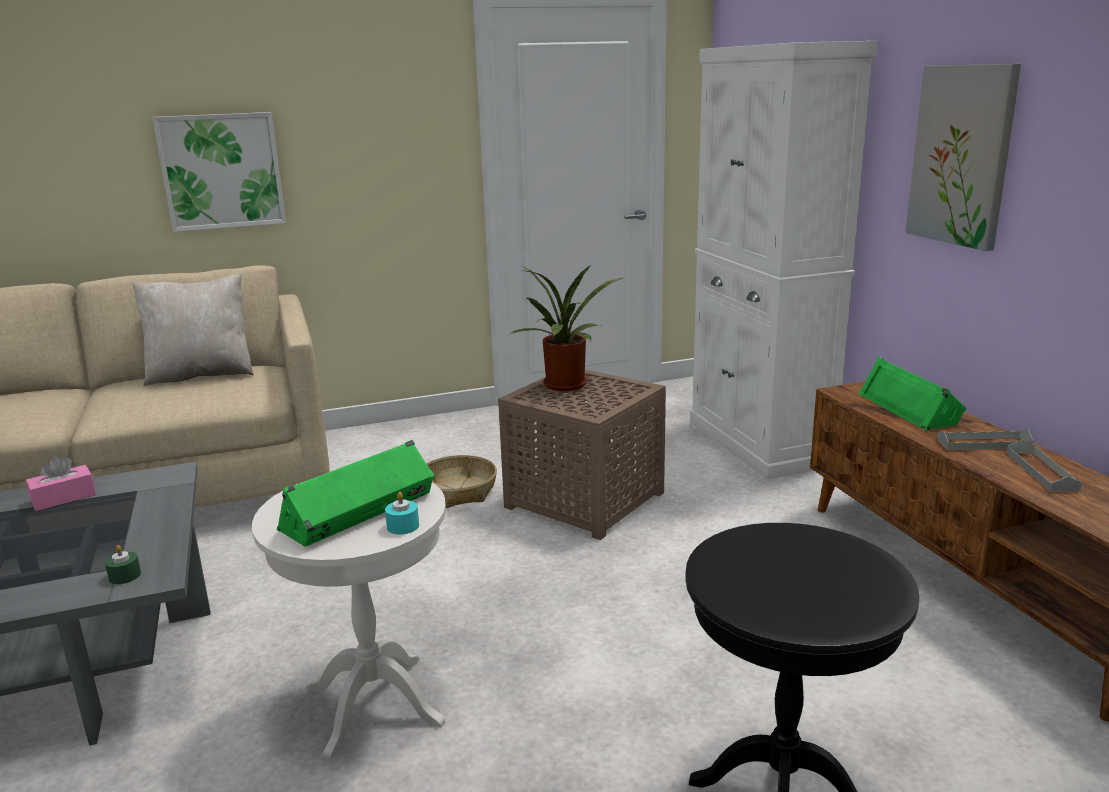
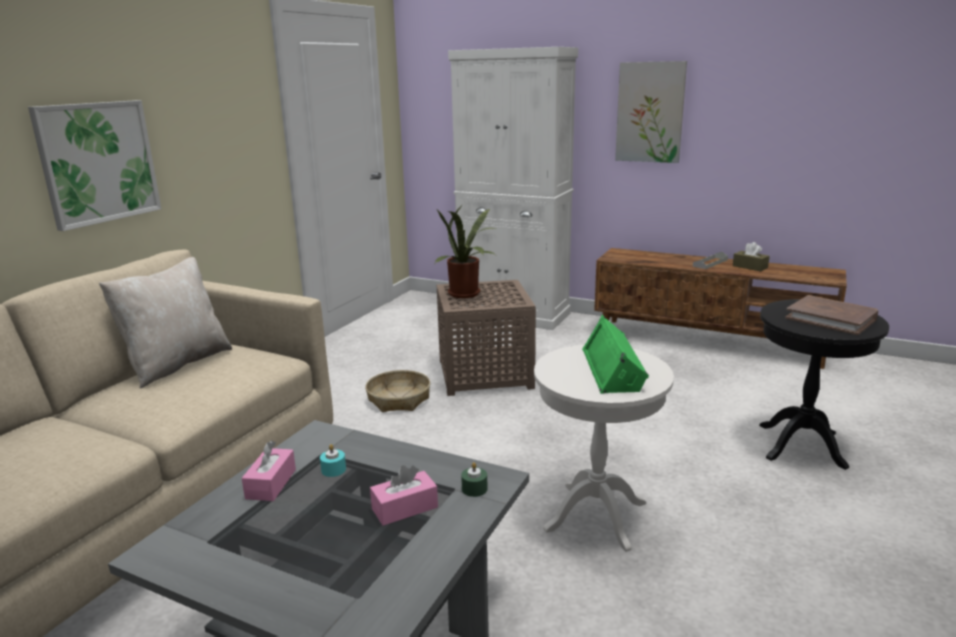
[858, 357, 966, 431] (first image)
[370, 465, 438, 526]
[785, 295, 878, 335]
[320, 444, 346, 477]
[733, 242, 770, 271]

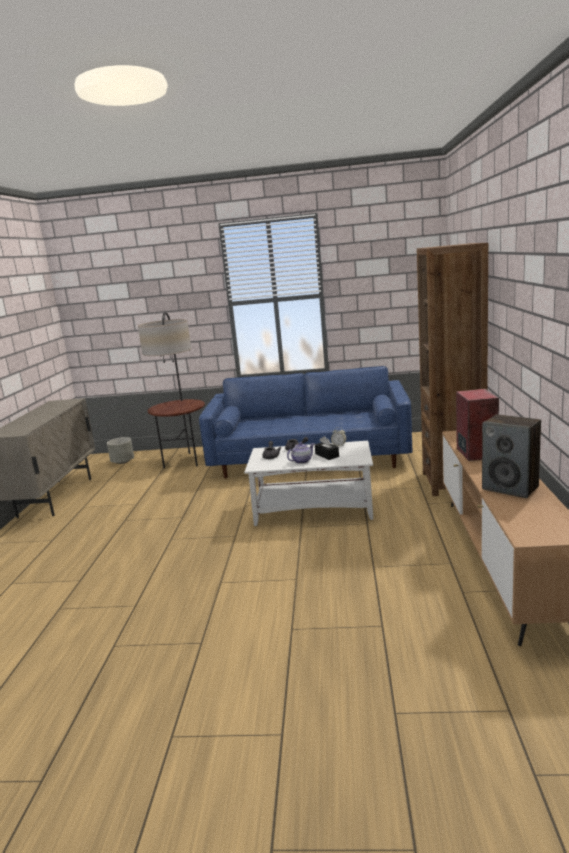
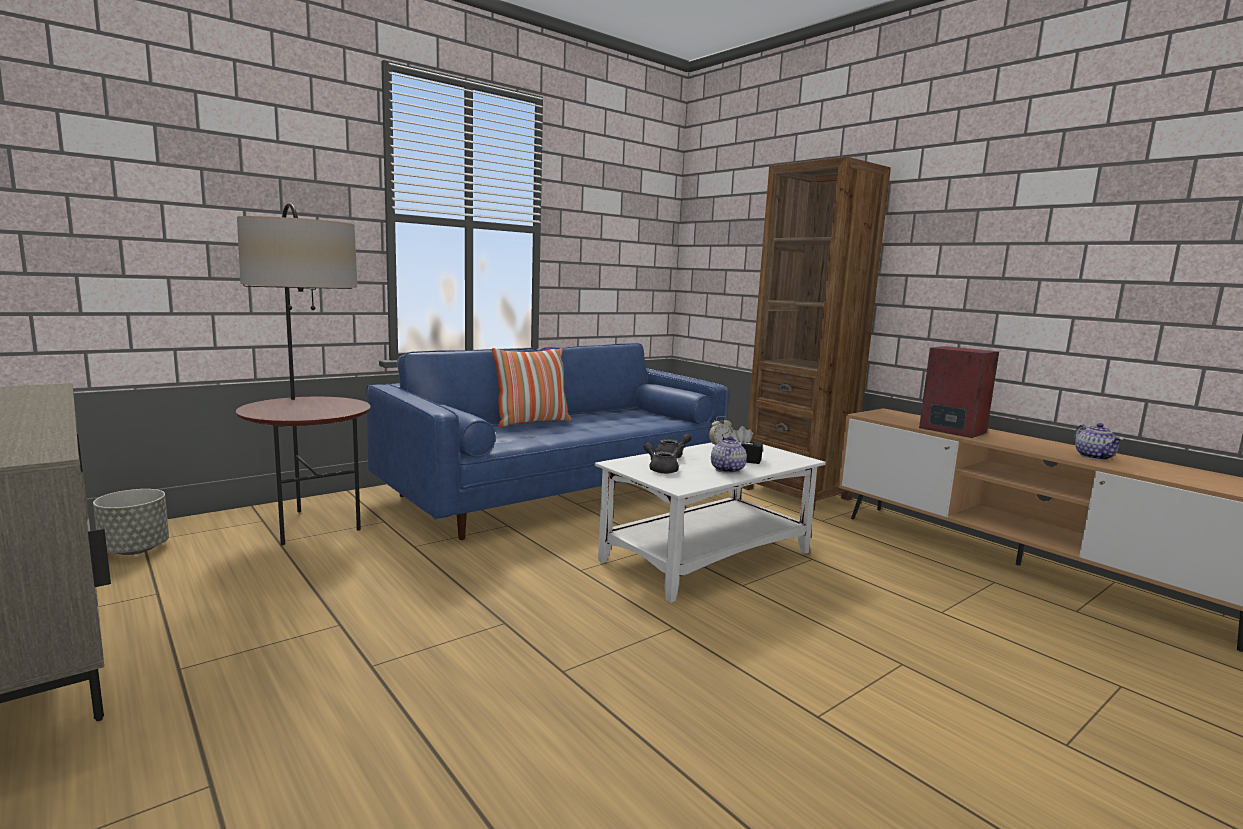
[492, 348, 571, 427]
[1075, 423, 1123, 460]

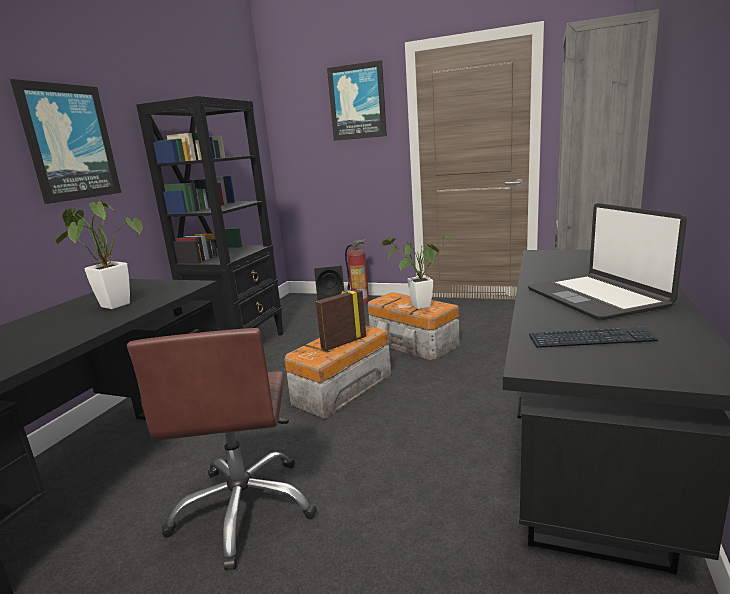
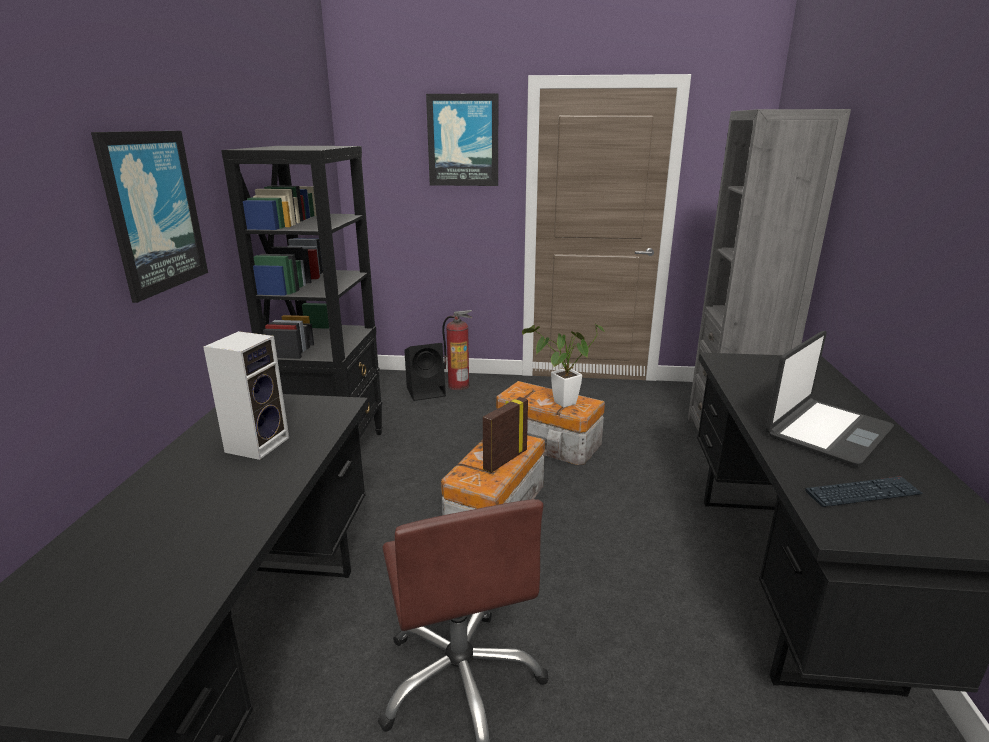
[203, 331, 289, 460]
[766, 331, 894, 466]

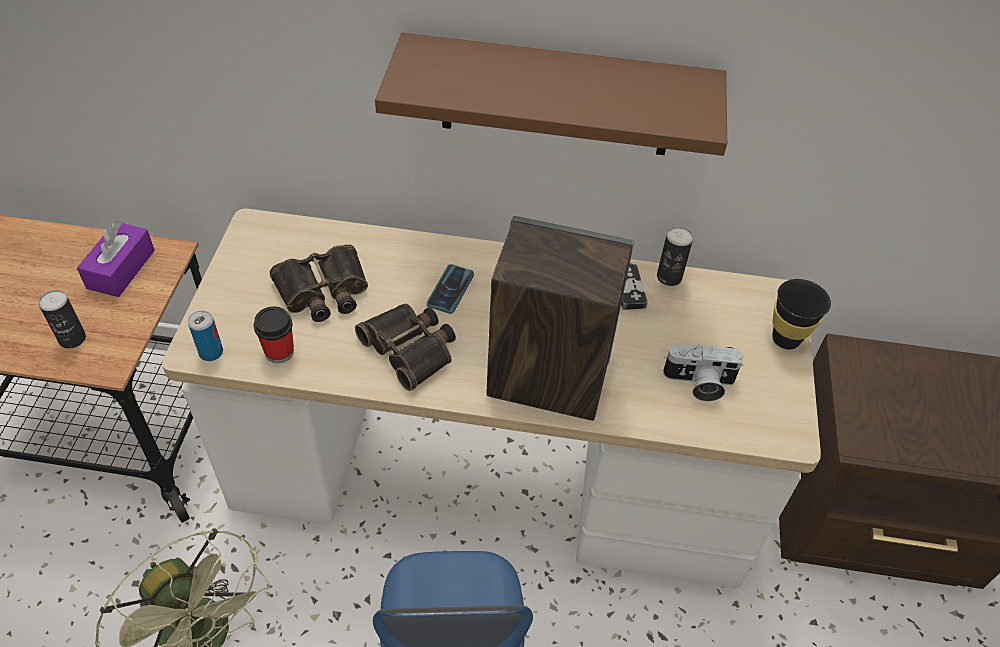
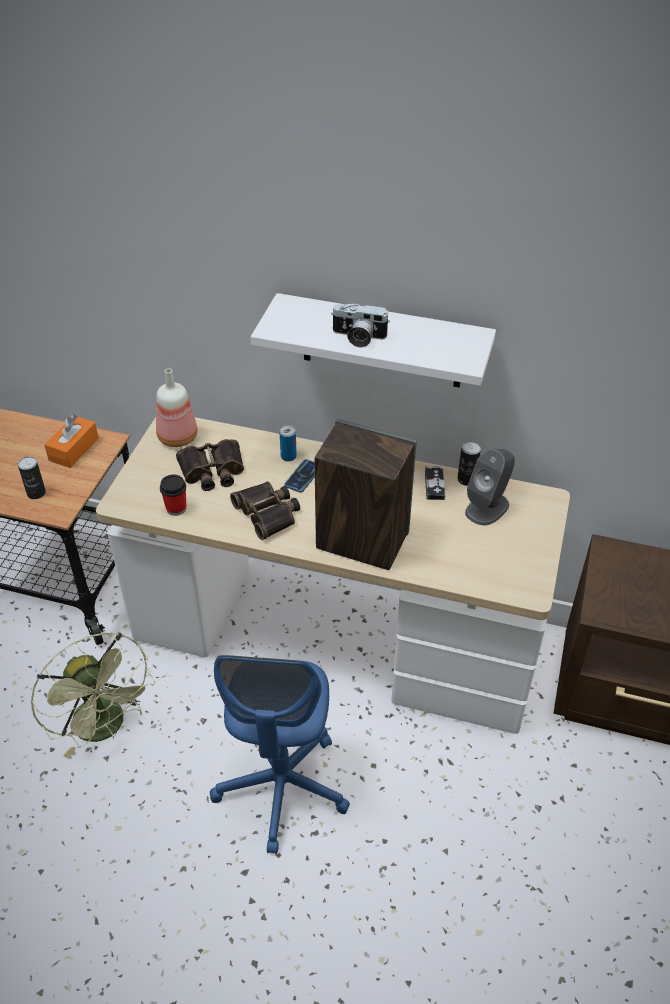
[772, 279, 831, 349] (first image)
[156, 368, 198, 447]
[465, 449, 515, 526]
[280, 426, 297, 461]
[331, 303, 390, 347]
[44, 414, 99, 468]
[251, 293, 496, 387]

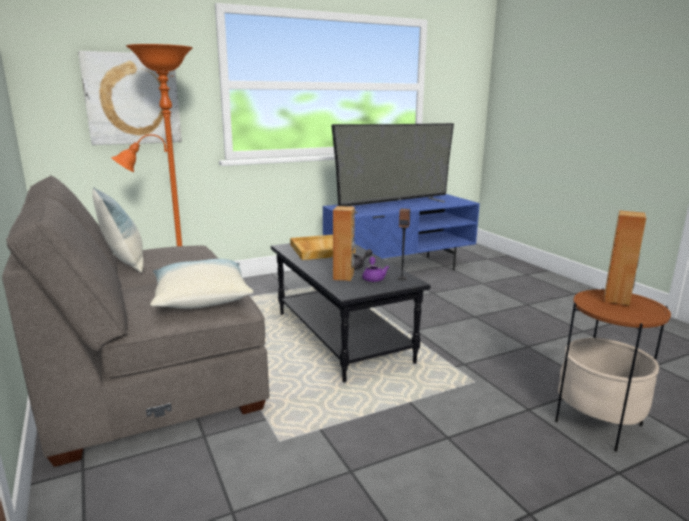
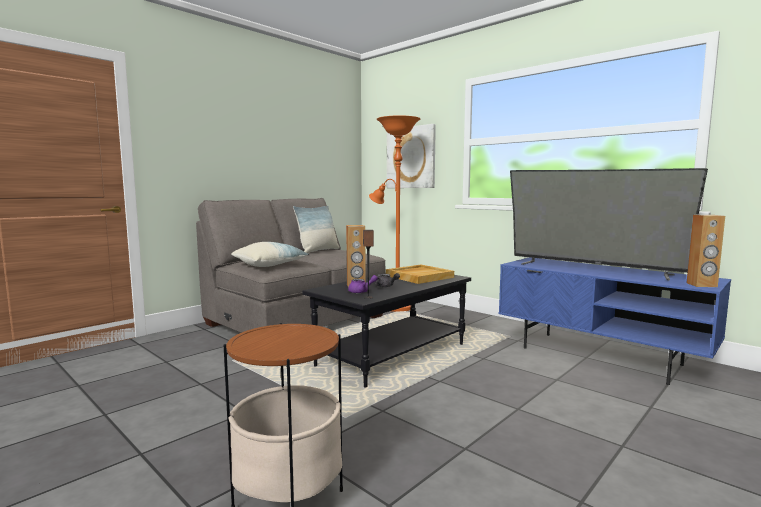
[687, 215, 725, 287]

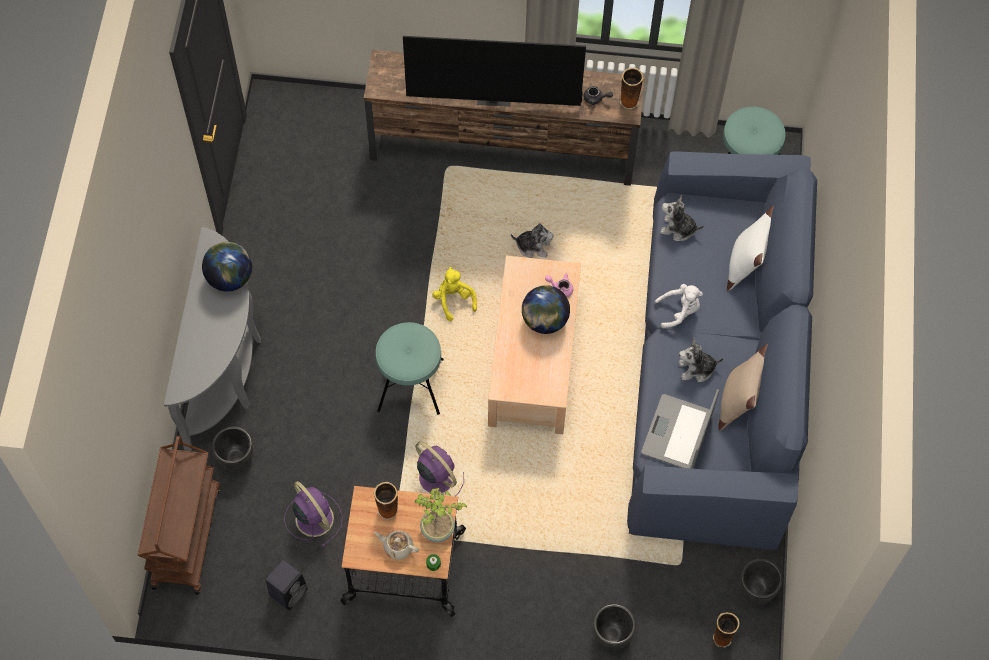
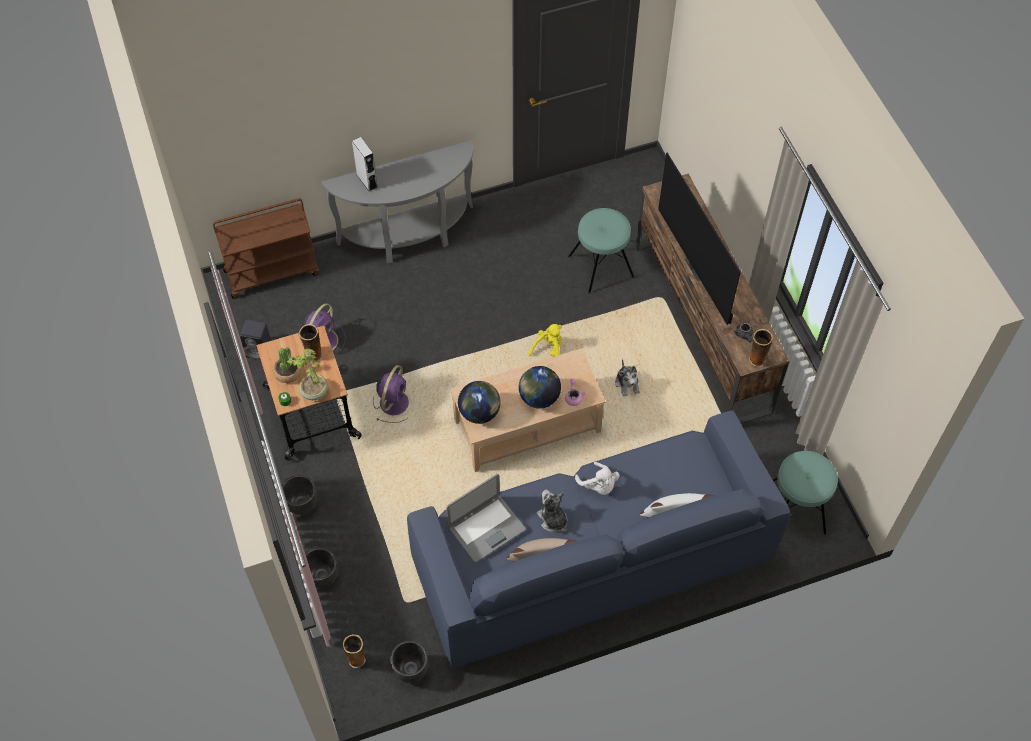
[660, 195, 704, 241] (first image)
[352, 137, 378, 192]
[458, 381, 501, 424]
[282, 475, 317, 515]
[568, 208, 634, 293]
[273, 347, 302, 383]
[446, 474, 525, 562]

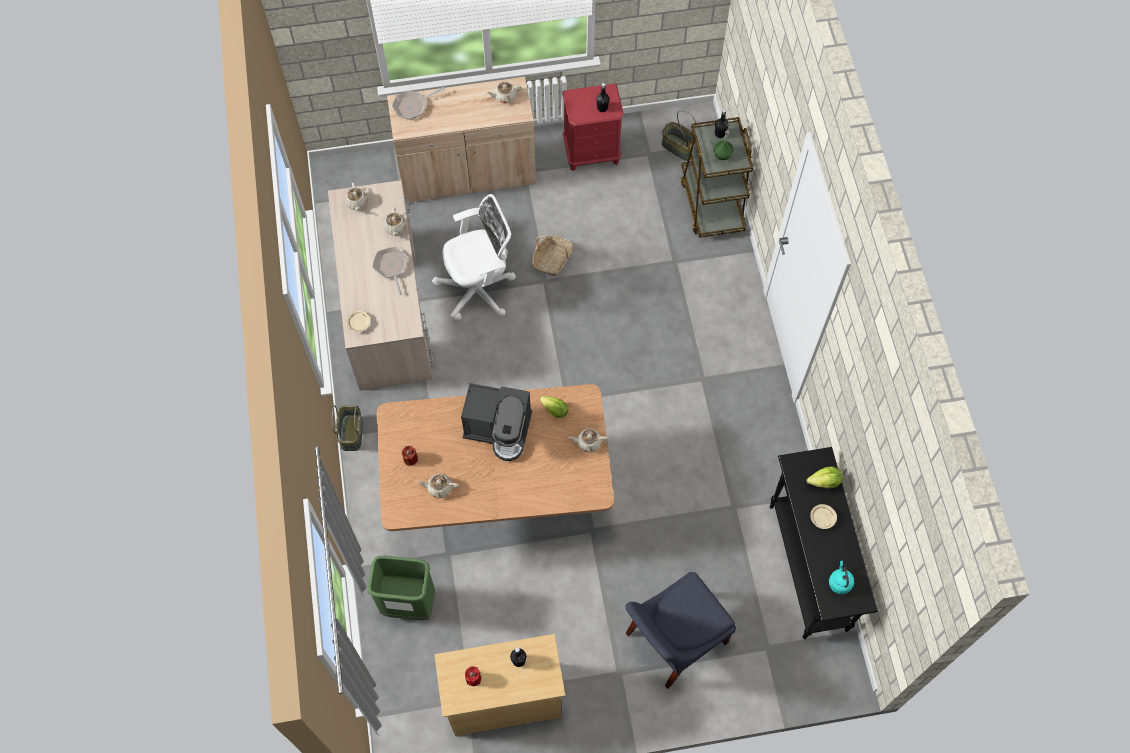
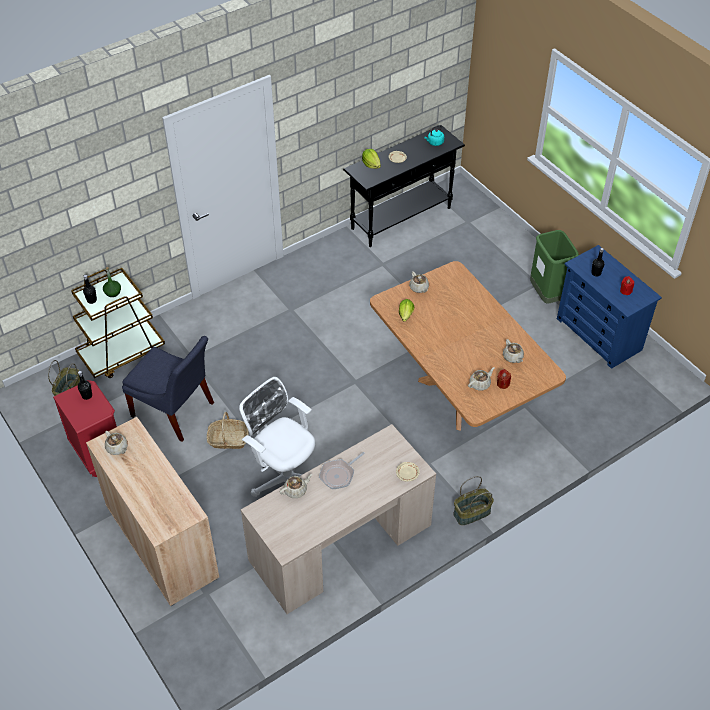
[392, 87, 446, 120] (first image)
[461, 383, 532, 461] (first image)
[468, 367, 495, 391]
[530, 230, 579, 303]
[122, 336, 214, 442]
[557, 245, 662, 369]

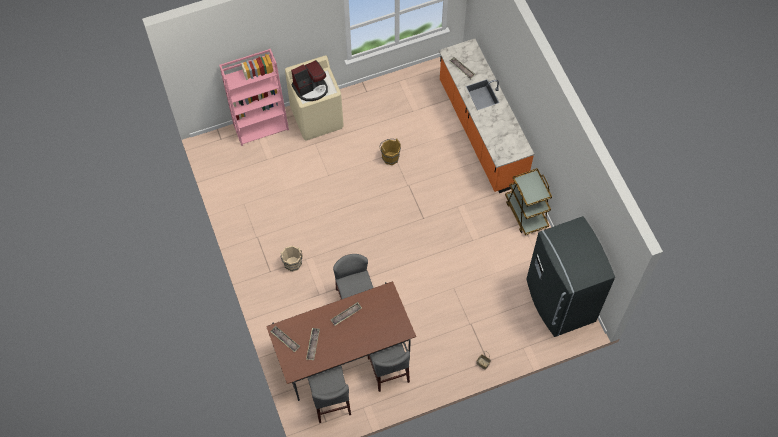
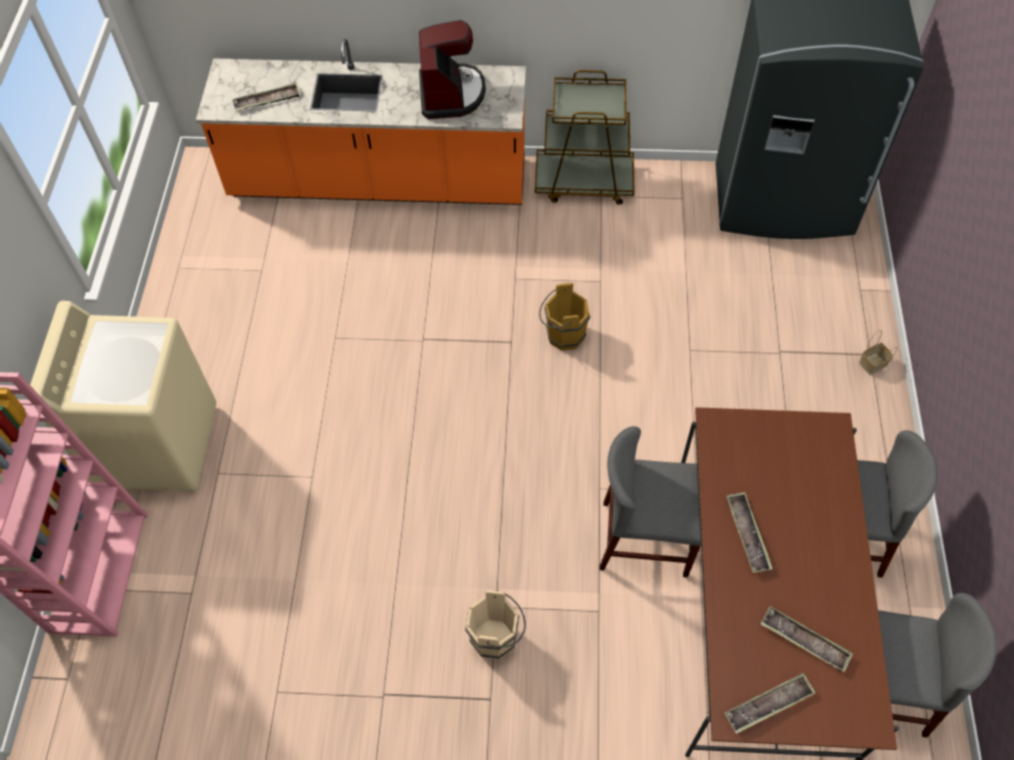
[419, 20, 486, 119]
[539, 283, 590, 351]

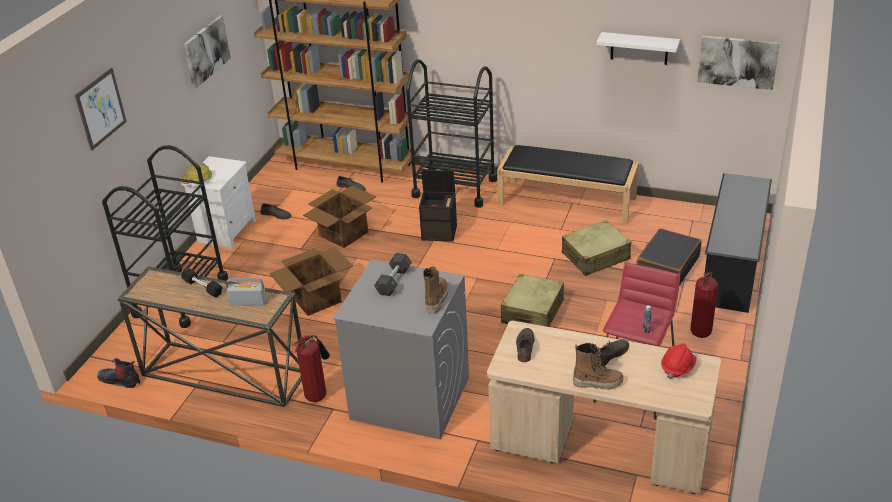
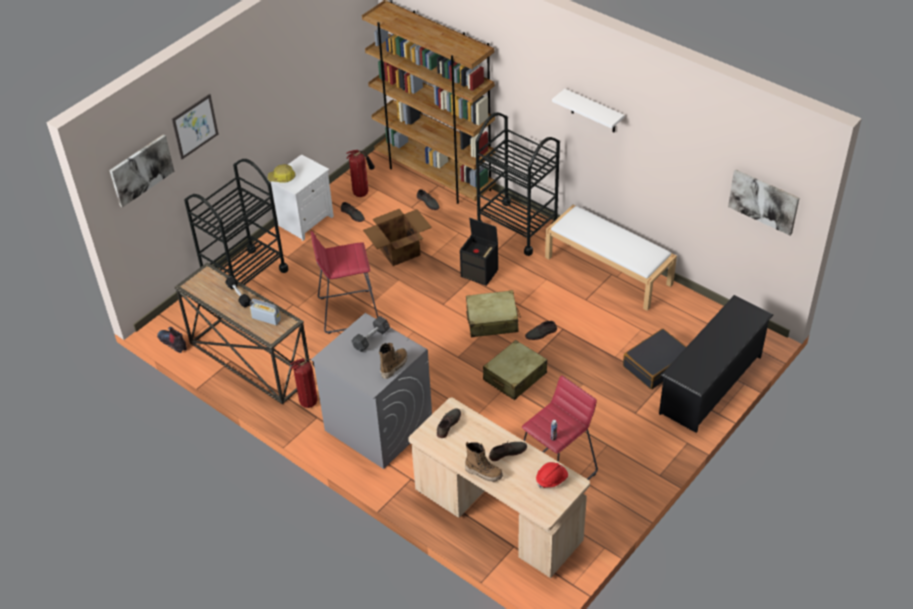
[525, 321, 557, 340]
[109, 134, 174, 207]
[466, 290, 521, 337]
[552, 89, 624, 133]
[347, 150, 375, 197]
[311, 231, 378, 334]
[545, 205, 677, 311]

